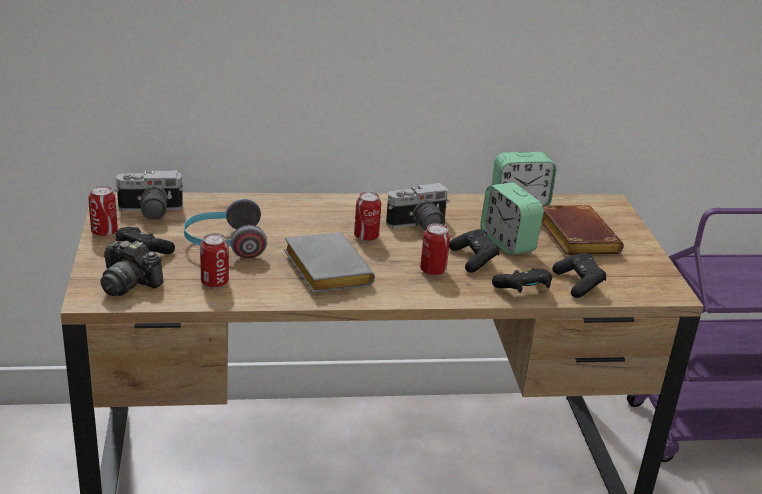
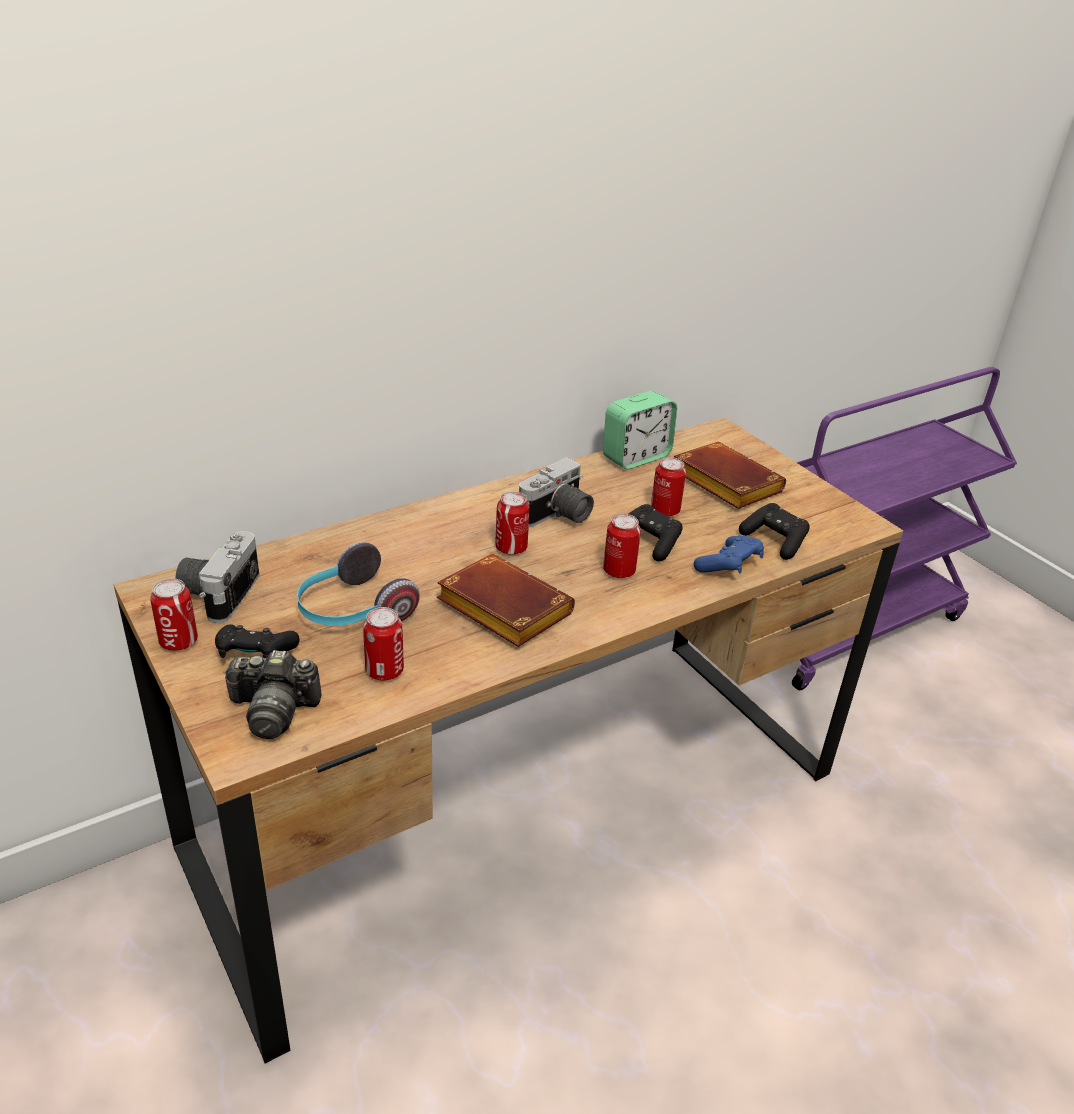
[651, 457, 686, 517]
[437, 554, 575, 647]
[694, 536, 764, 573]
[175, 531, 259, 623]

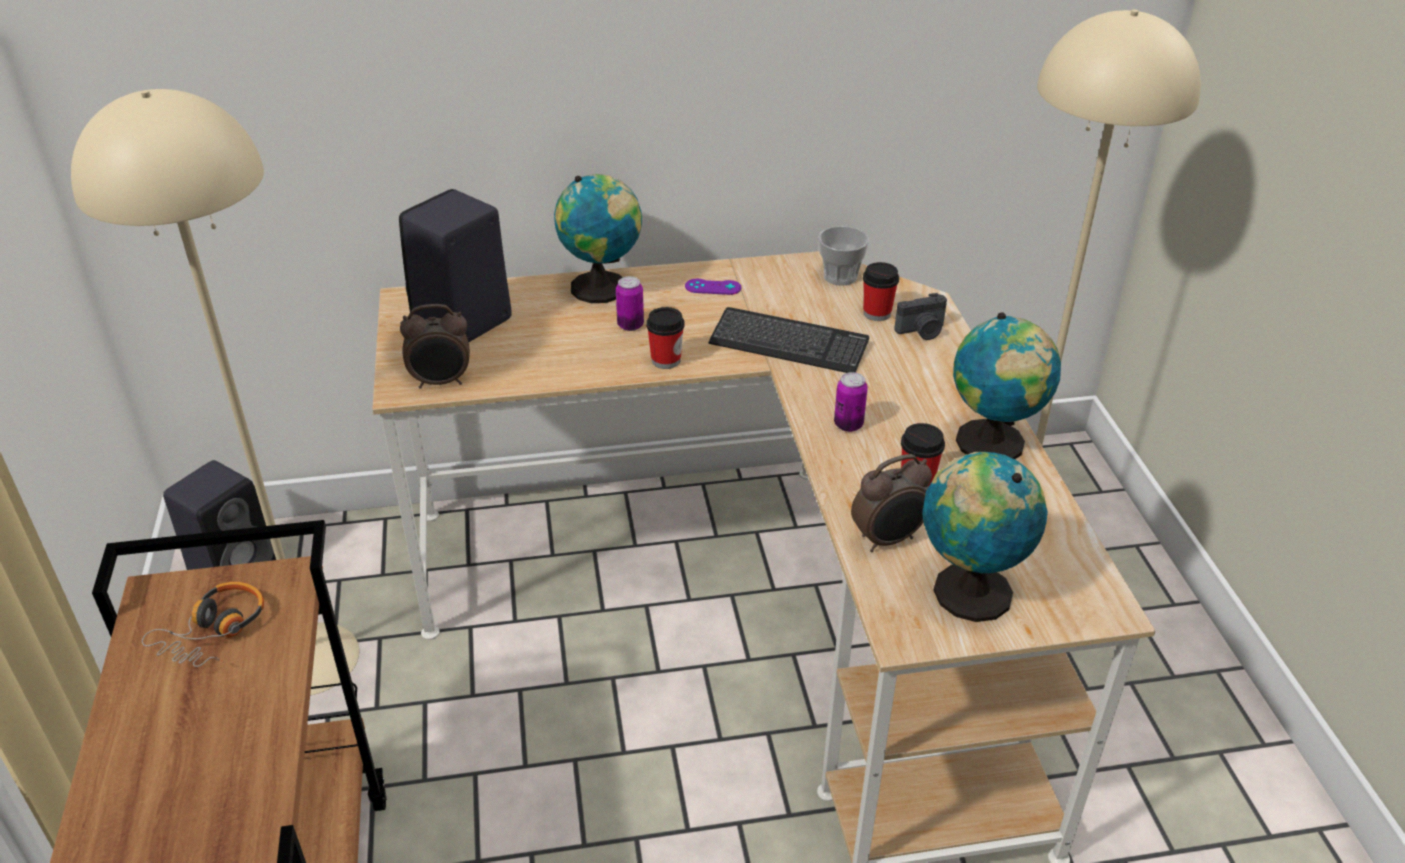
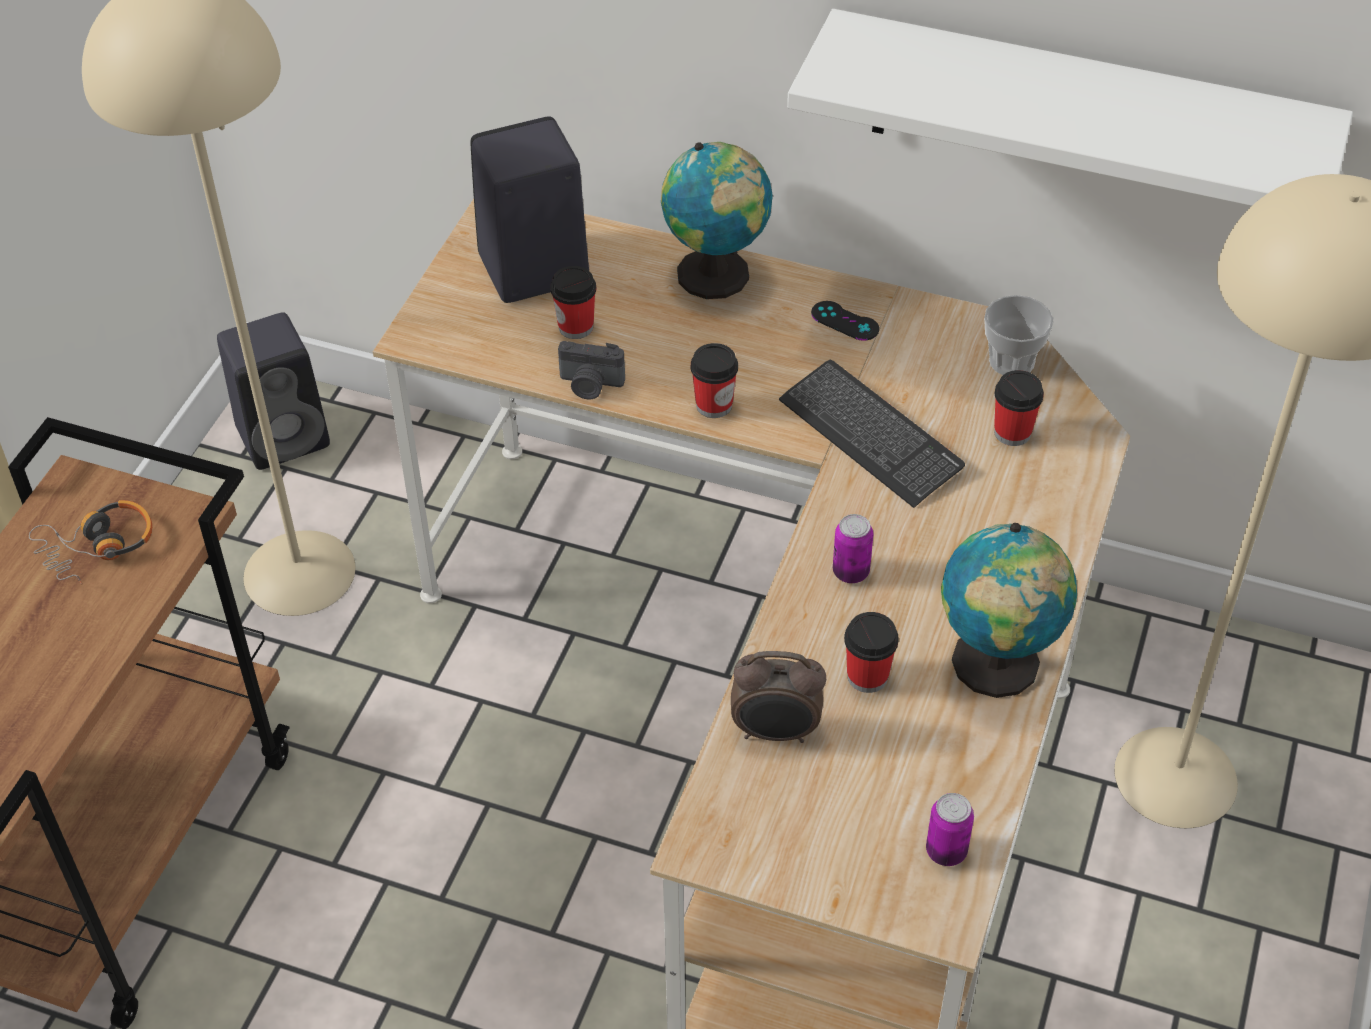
[400, 304, 470, 389] (first image)
[922, 452, 1048, 622] (first image)
[550, 266, 597, 339]
[787, 9, 1353, 206]
[926, 793, 974, 866]
[558, 341, 625, 399]
[811, 301, 879, 341]

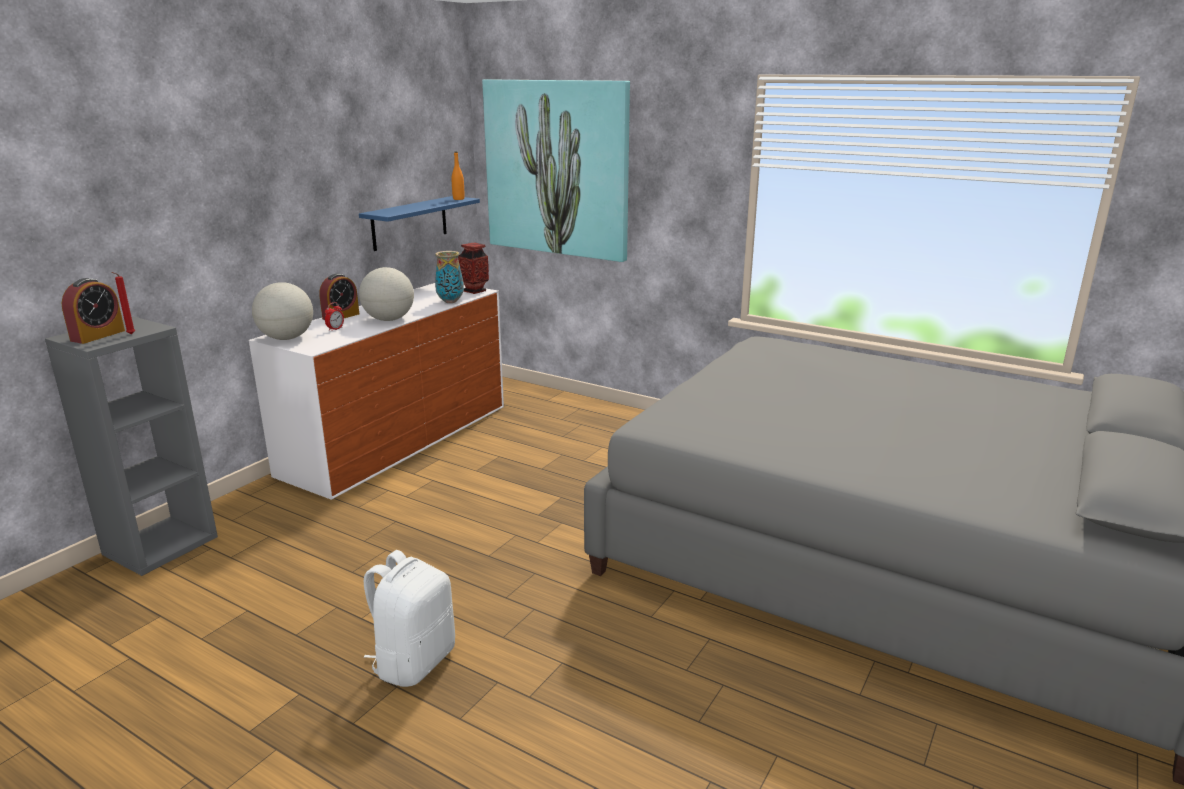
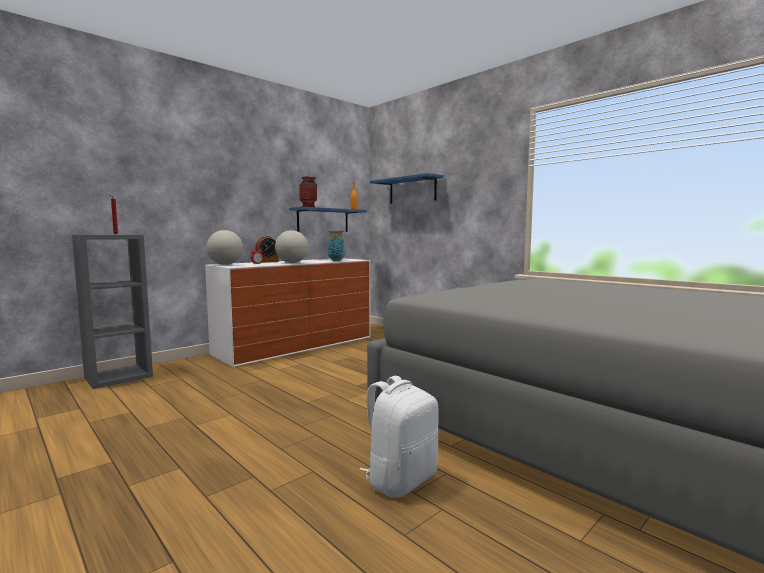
[62, 278, 125, 344] (first image)
[359, 376, 439, 498]
[299, 176, 317, 207]
[370, 173, 444, 204]

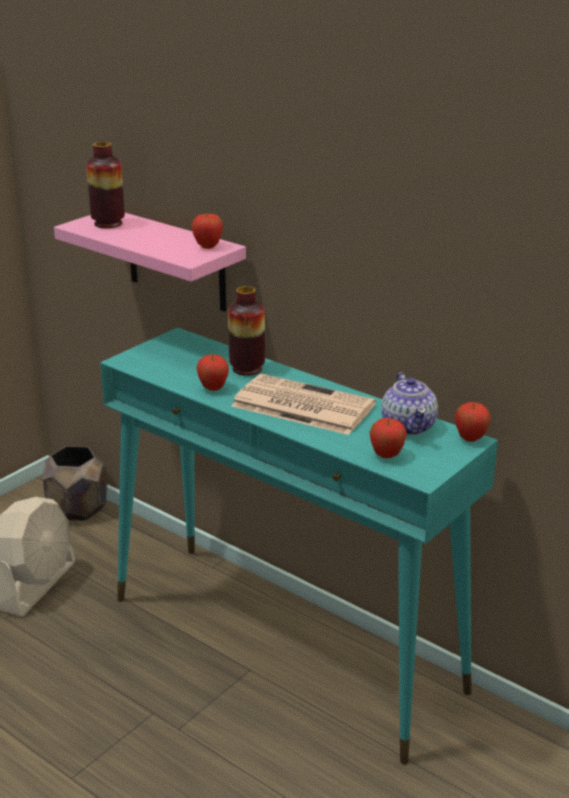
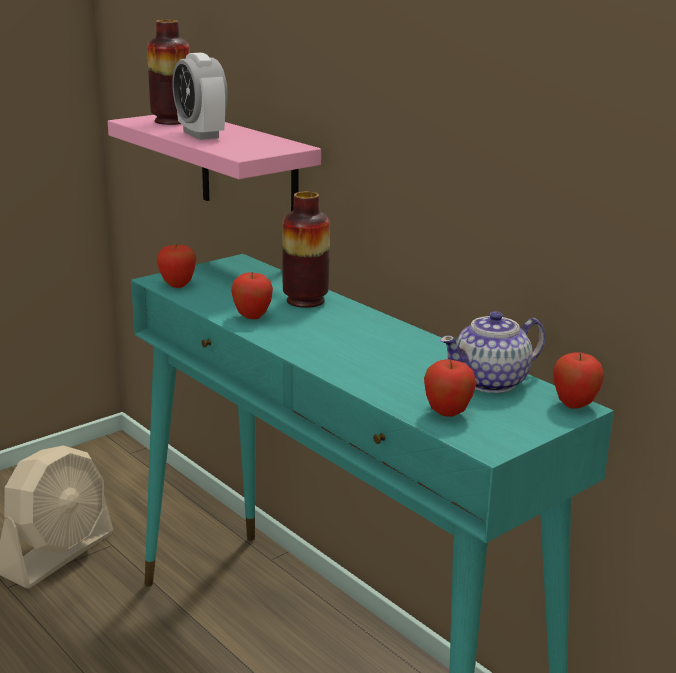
[43, 446, 107, 521] (first image)
[231, 374, 376, 435] (first image)
[172, 53, 228, 140]
[157, 244, 196, 288]
[440, 311, 545, 393]

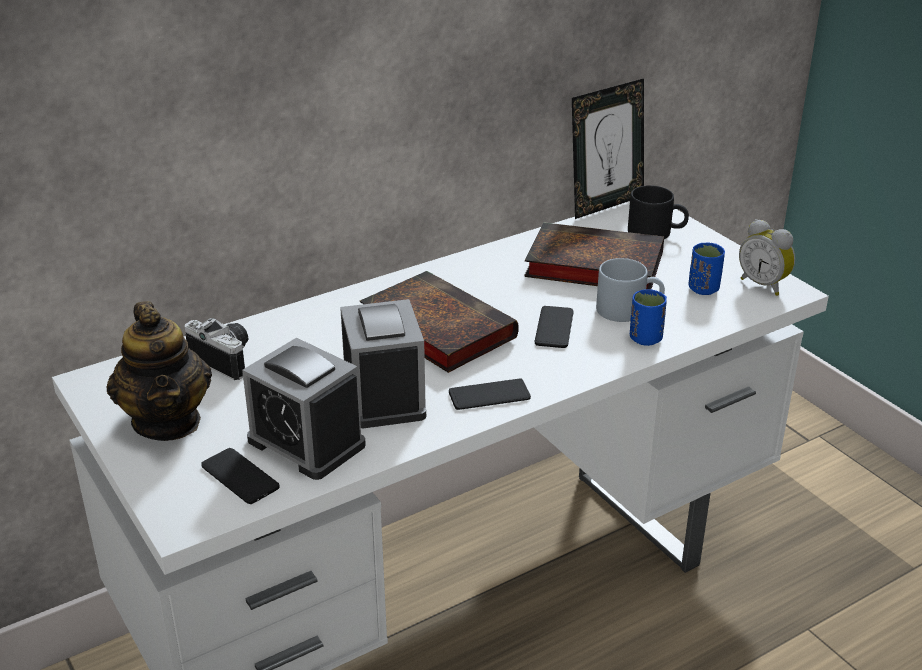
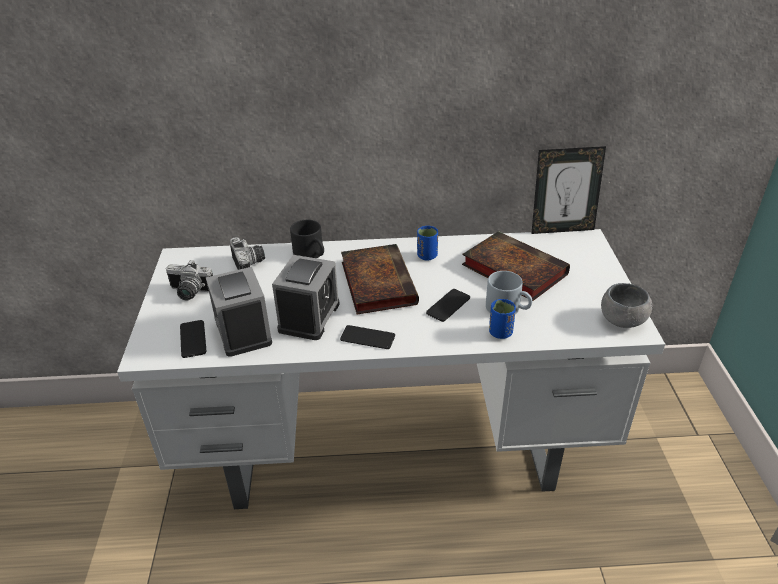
[290, 220, 324, 258]
[417, 226, 438, 260]
[166, 260, 213, 301]
[601, 283, 652, 328]

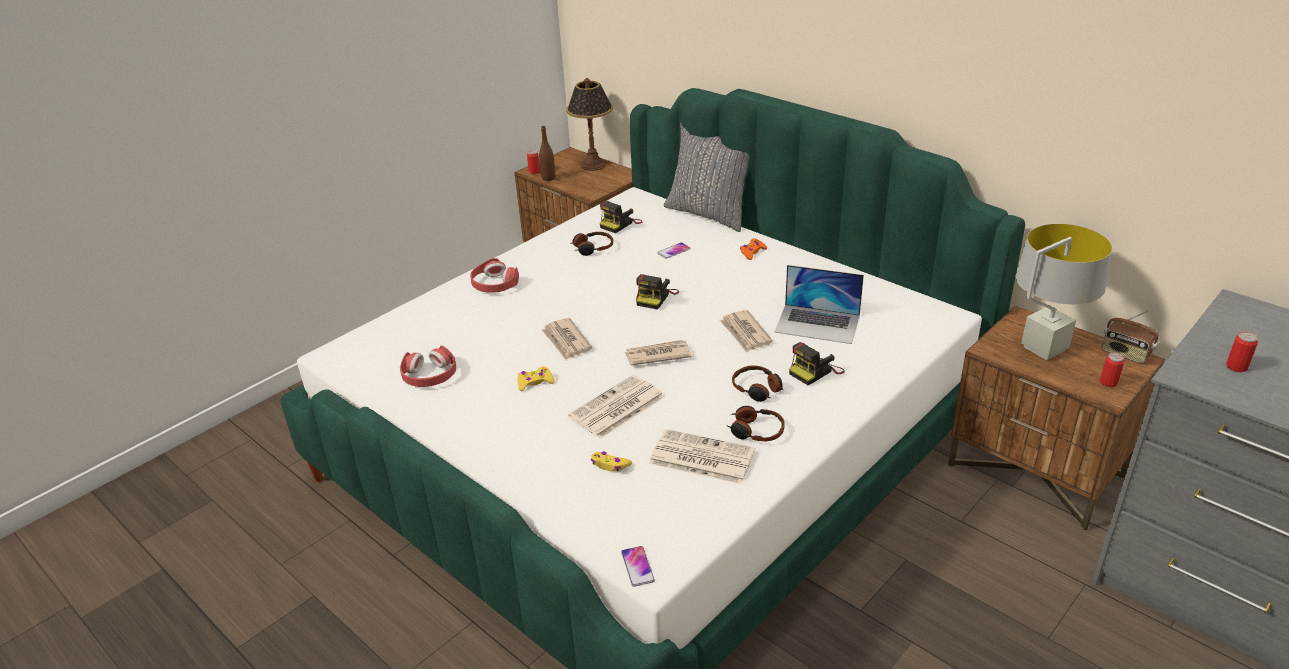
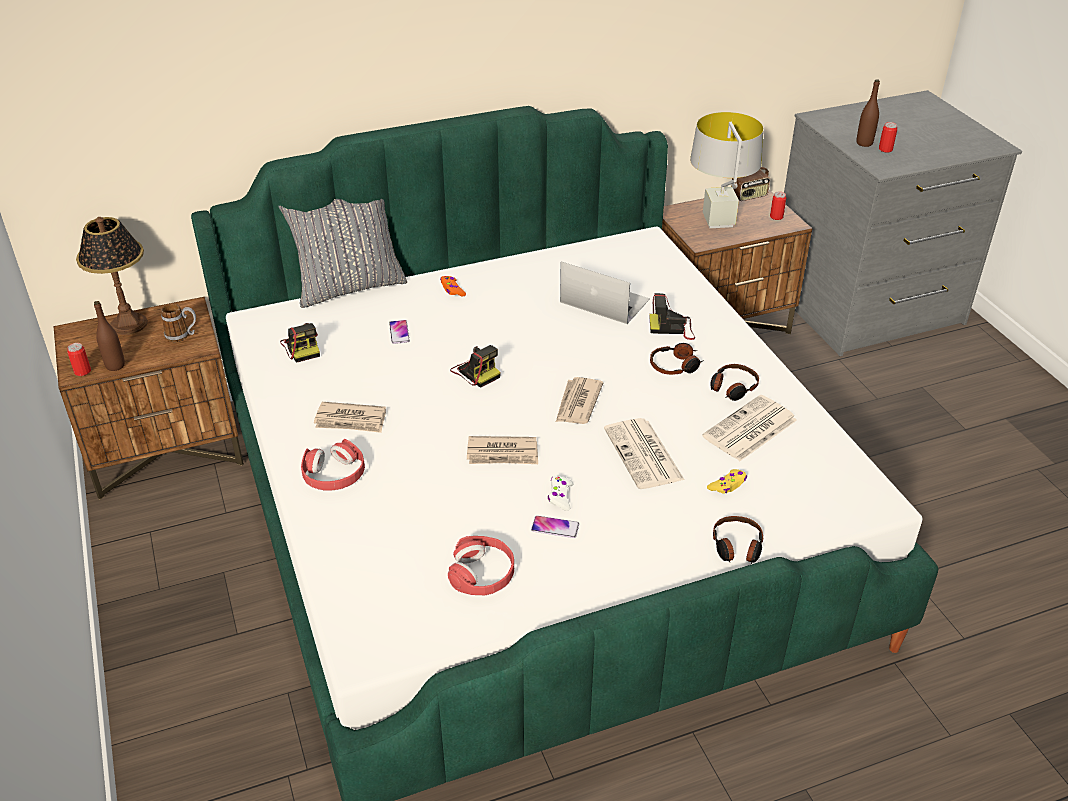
[161, 303, 196, 342]
[856, 79, 880, 147]
[713, 516, 763, 564]
[531, 516, 579, 538]
[314, 402, 386, 433]
[548, 476, 574, 511]
[560, 261, 650, 324]
[650, 293, 695, 340]

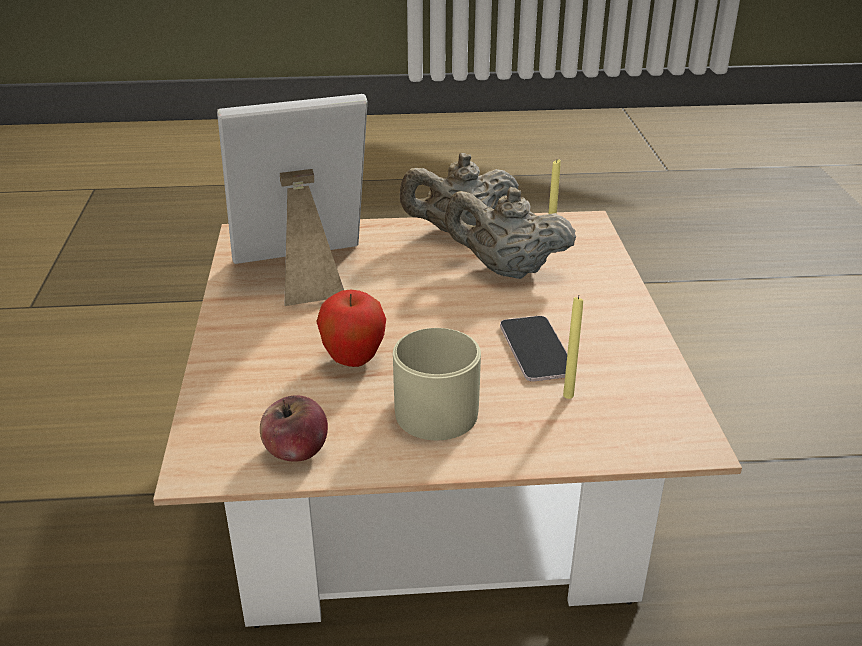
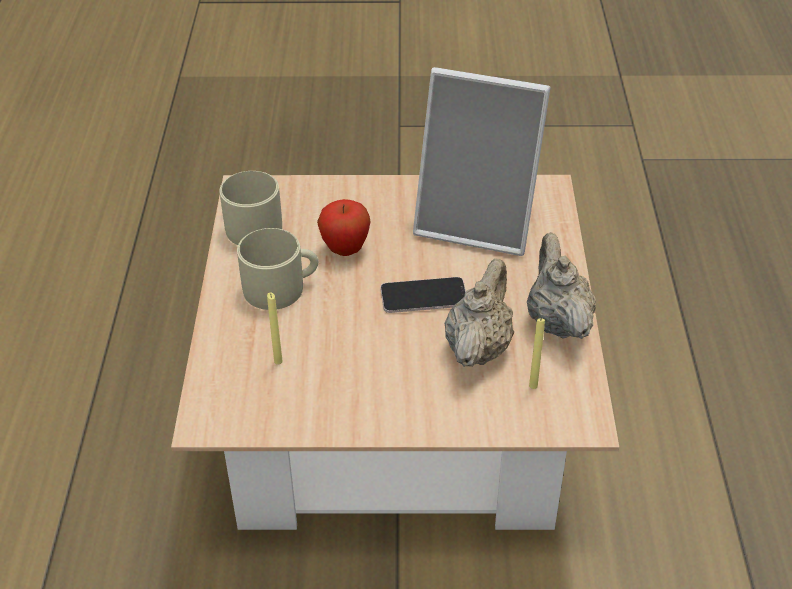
[381, 277, 466, 313]
[219, 171, 282, 245]
[413, 67, 551, 256]

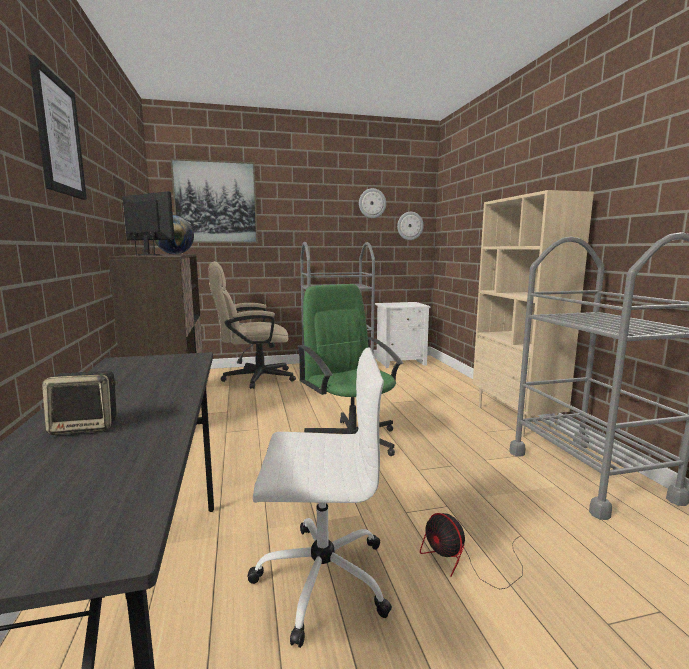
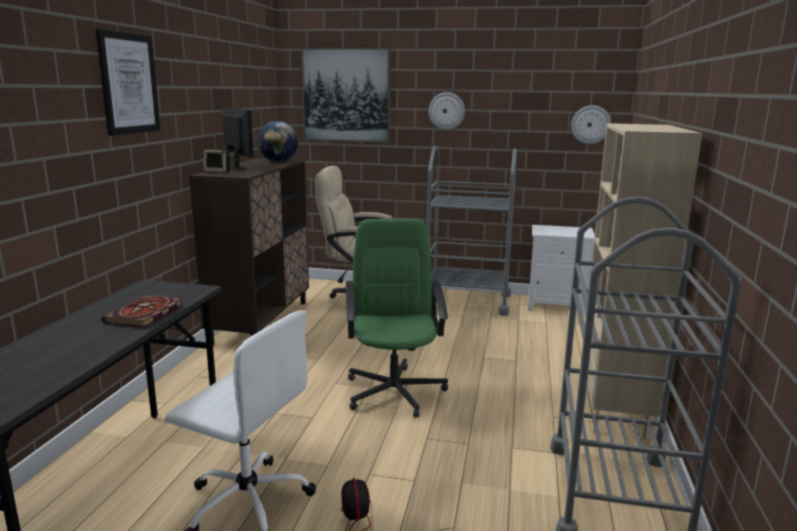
[101, 295, 183, 327]
[204, 150, 231, 173]
[429, 92, 465, 130]

